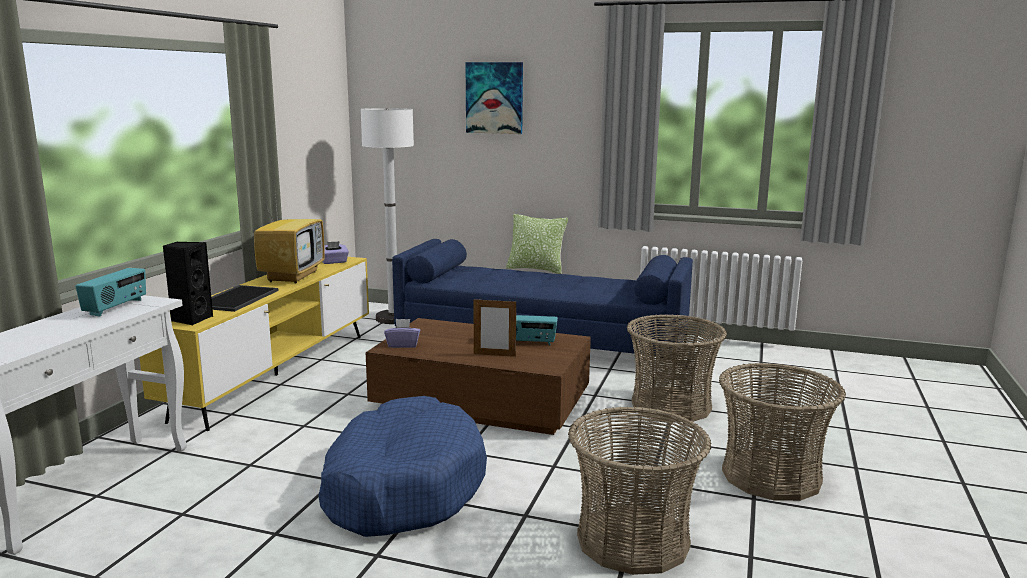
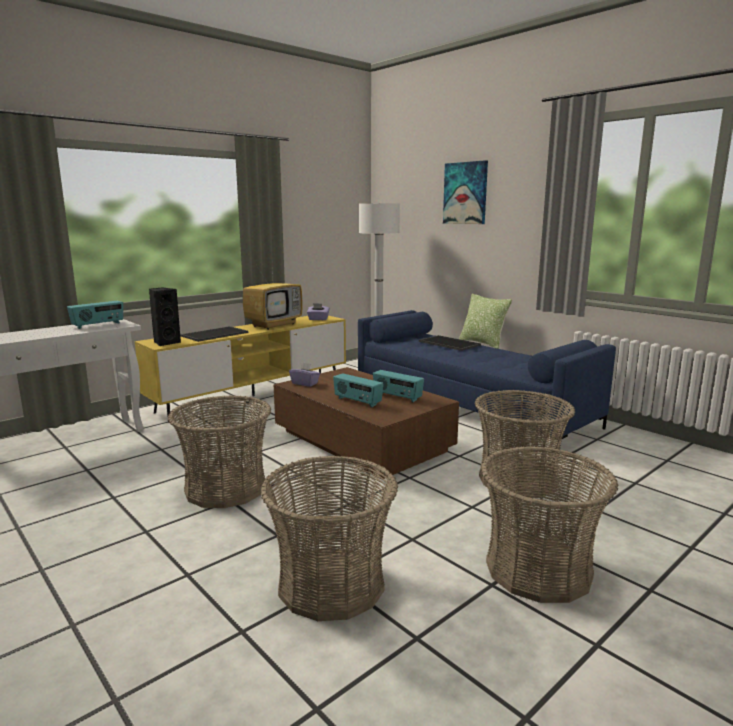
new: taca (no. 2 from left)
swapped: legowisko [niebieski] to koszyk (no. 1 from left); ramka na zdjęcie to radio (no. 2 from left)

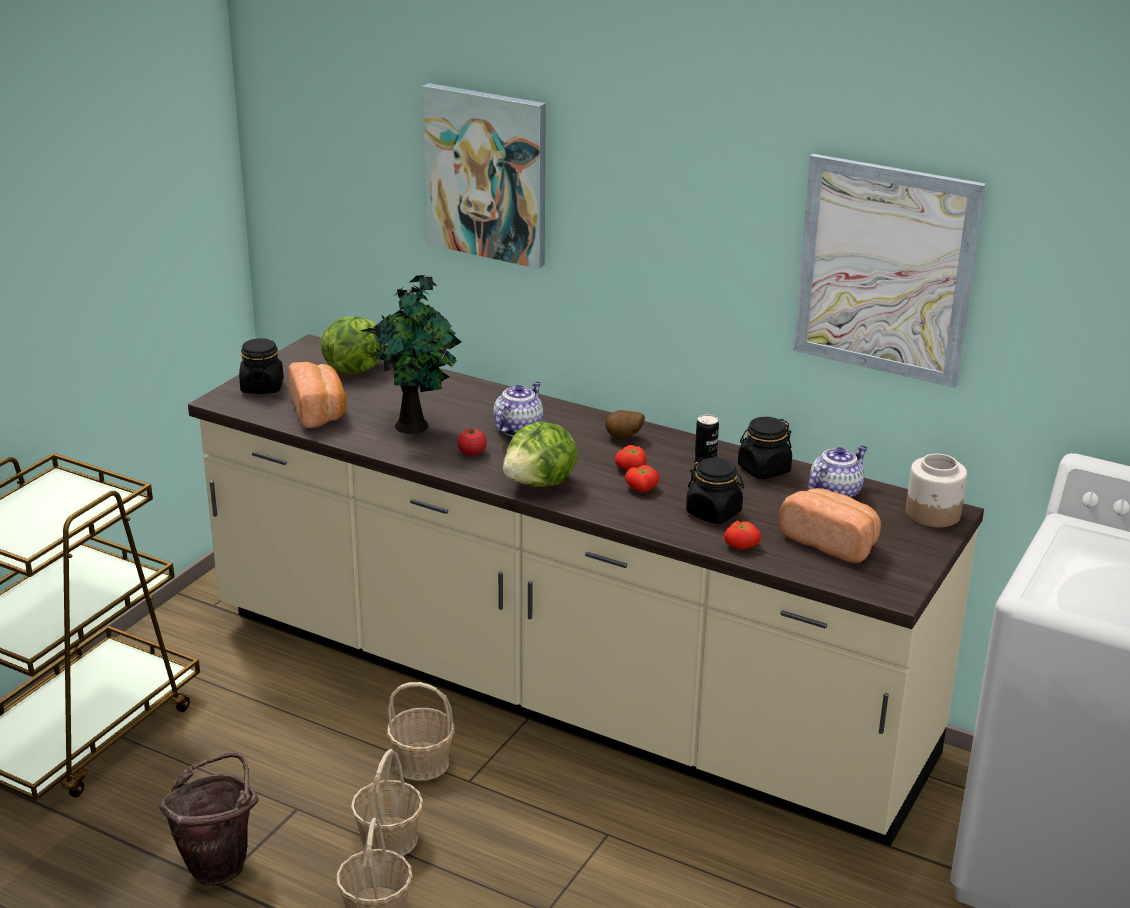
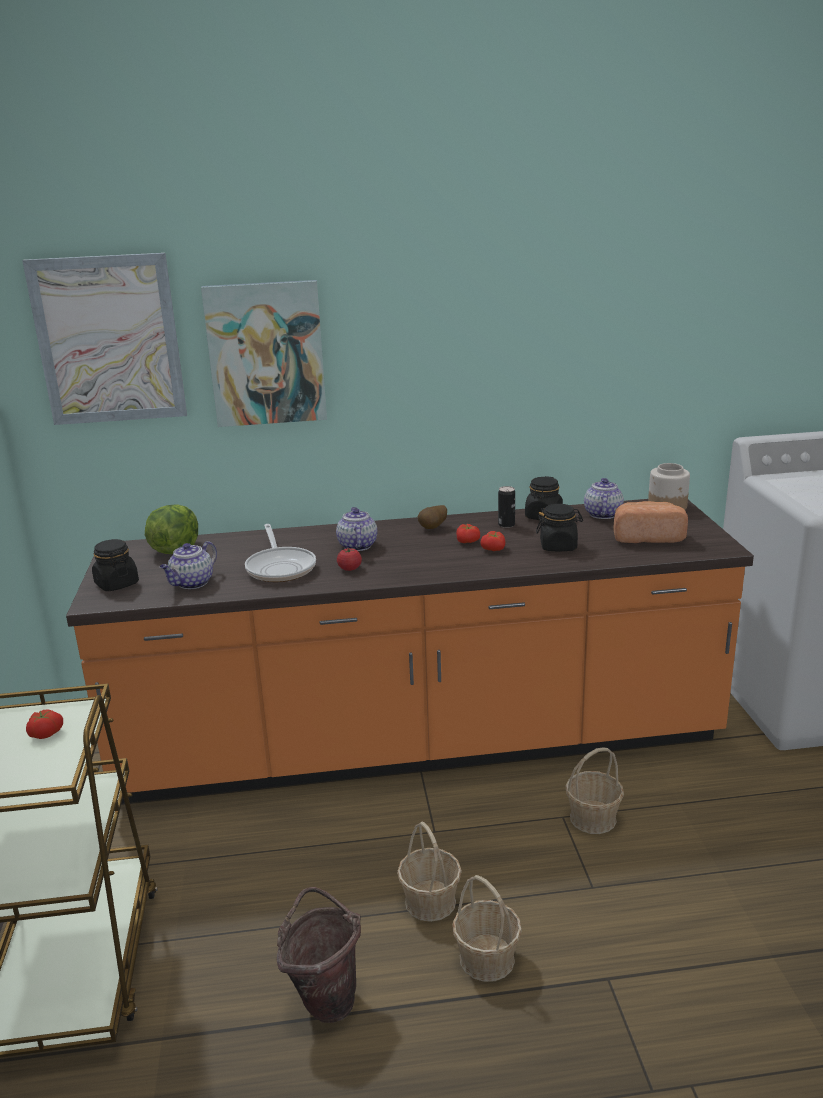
gone: sałata (no. 2 from left)
shifted: koszyk (no. 3 from left); pomidor (no. 4 from left in the first image) to pomidor (no. 1 from left); obraz (no. 2 from left in the first image) to obraz (no. 1 from left)
swapped: chleb (no. 1 from left) to imbryk (no. 1 from left); roślina doniczkowa to patelnia
repainted: zabudowa kuchenna [beżowy] to zabudowa kuchenna [pomarańczowy]

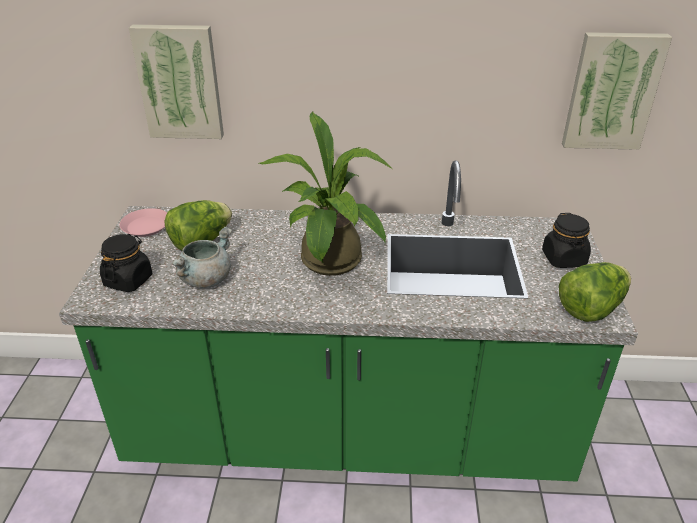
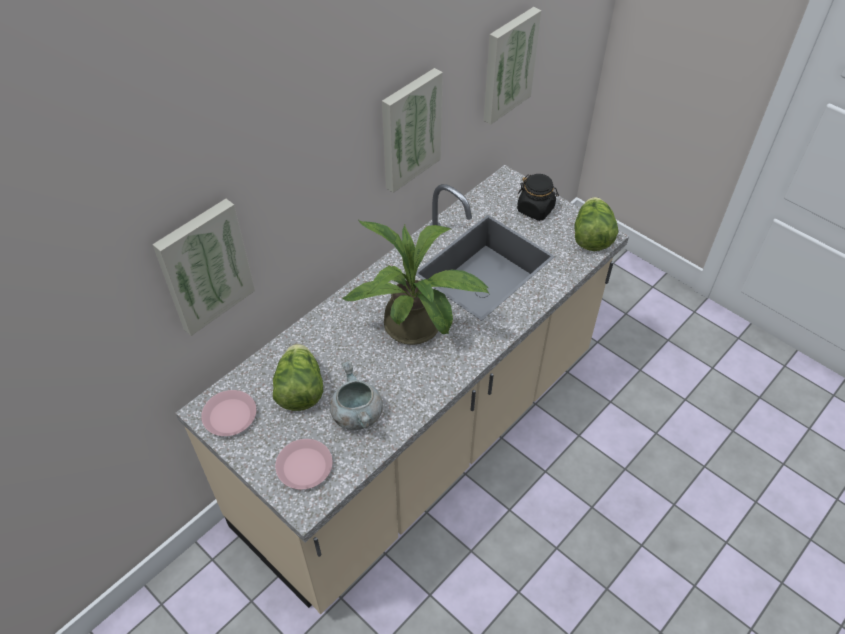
new: obraz (no. 2 from left)
swapped: słoik [czarny] (no. 1 from left) to talerz [różowy] (no. 2 from left)
repainted: zabudowa kuchenna [zielony] to zabudowa kuchenna [beżowy]

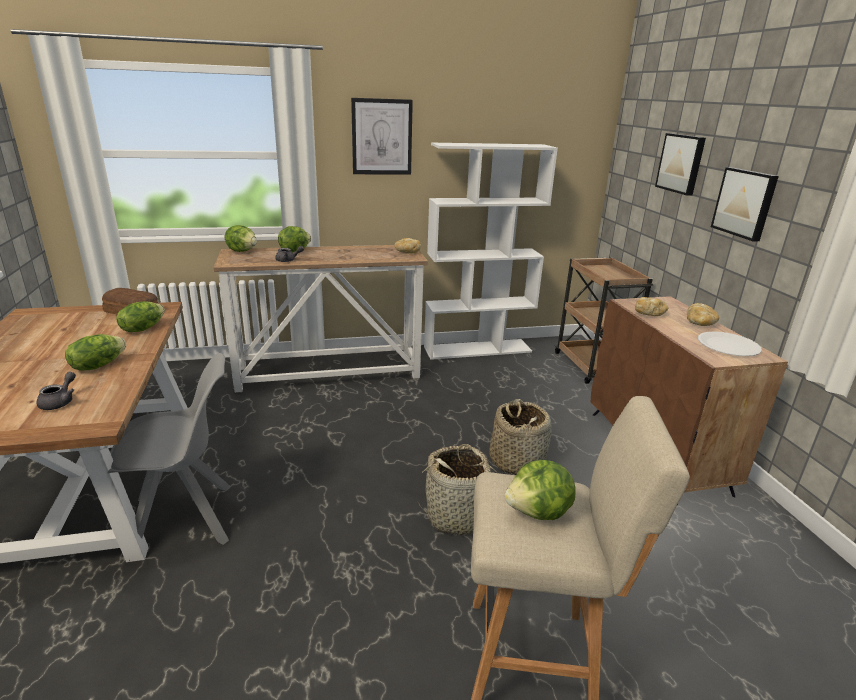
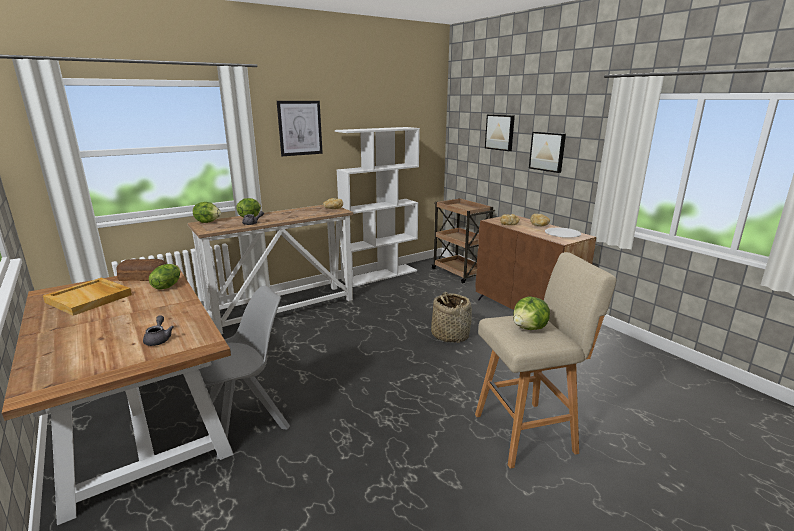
gone: sałata (no. 1 from left); koszyk (no. 1 from left)
new: taca [beżowy]

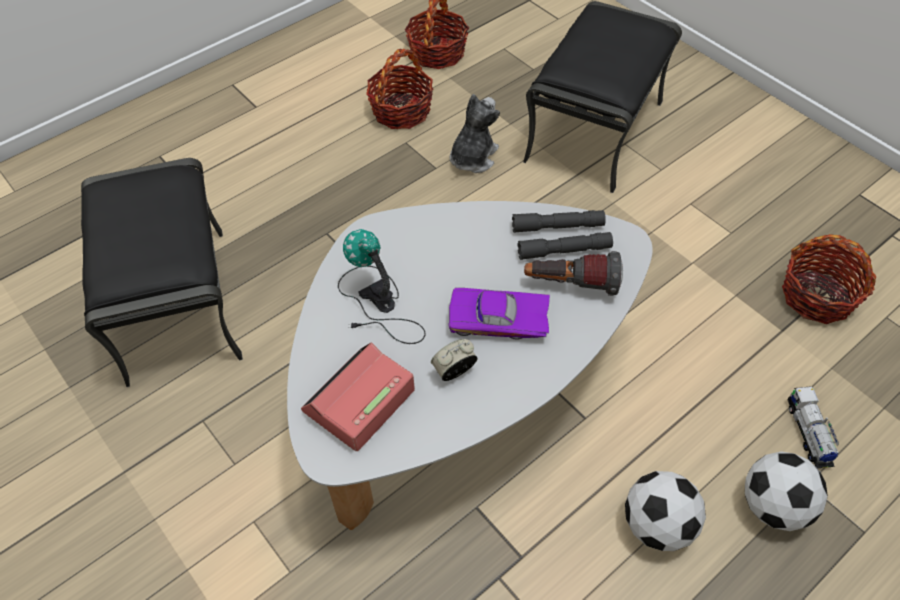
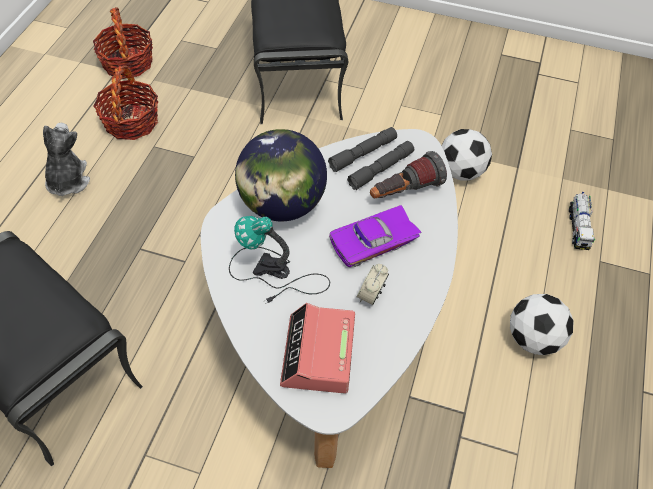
gone: koszyk (no. 3 from left)
new: globus
shifted: pluszak; piłka futbolowa (no. 2 from left in the first image) to piłka futbolowa (no. 1 from left)
rotated: ciężarówka zabawkowa 135 degrees counterclockwise

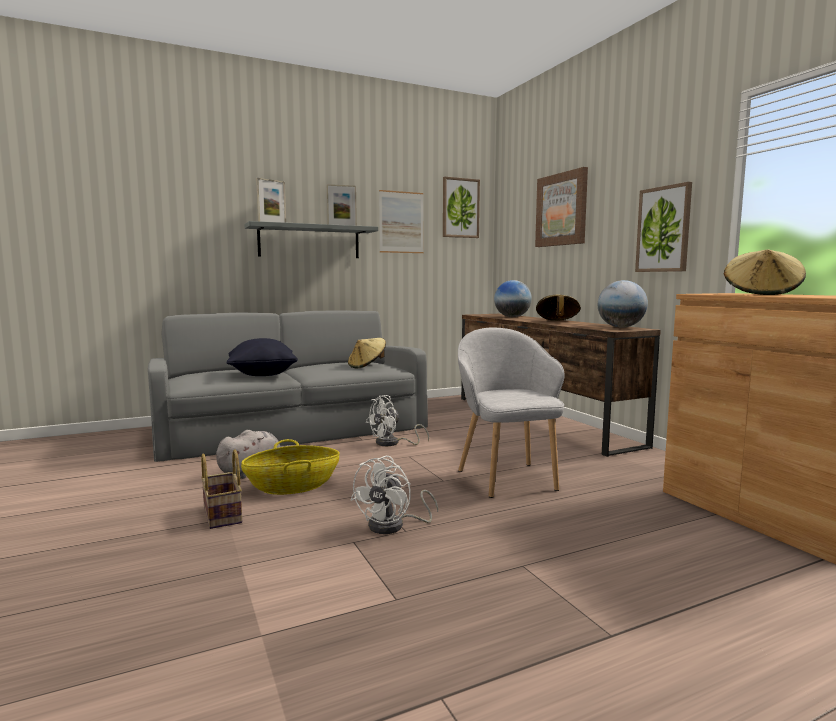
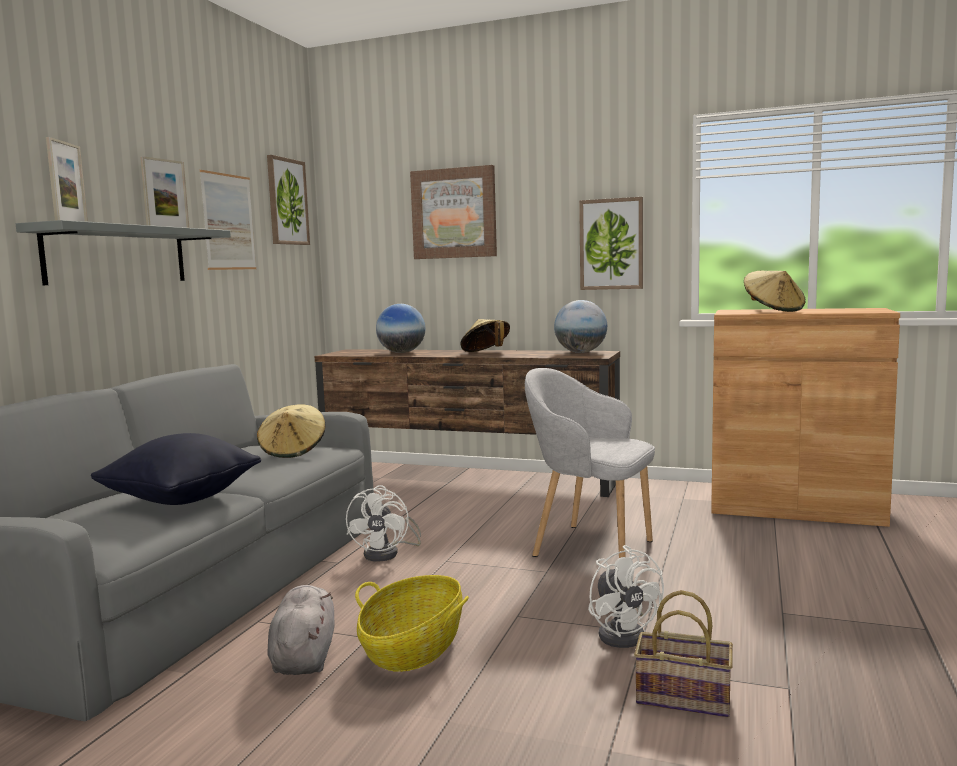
shifted: koszyk (no. 1 from left in the first image) to koszyk (no. 2 from left)

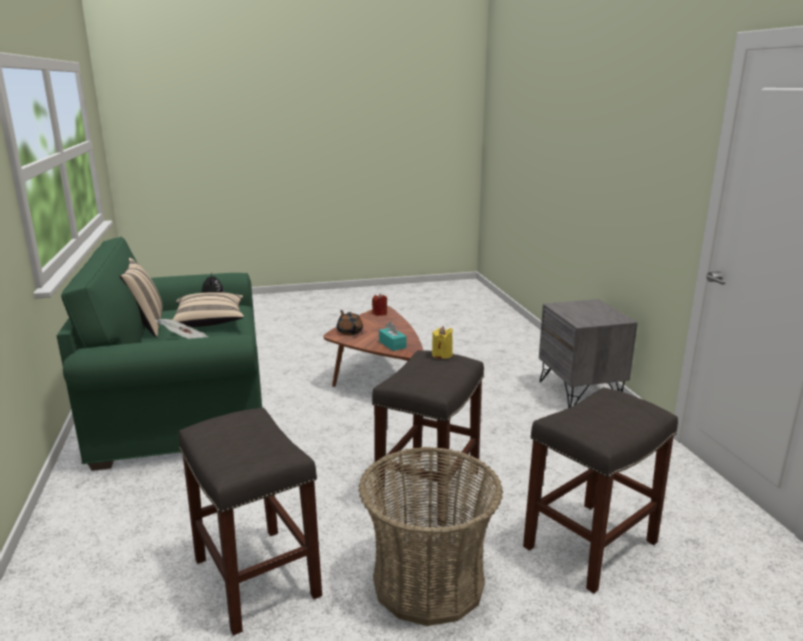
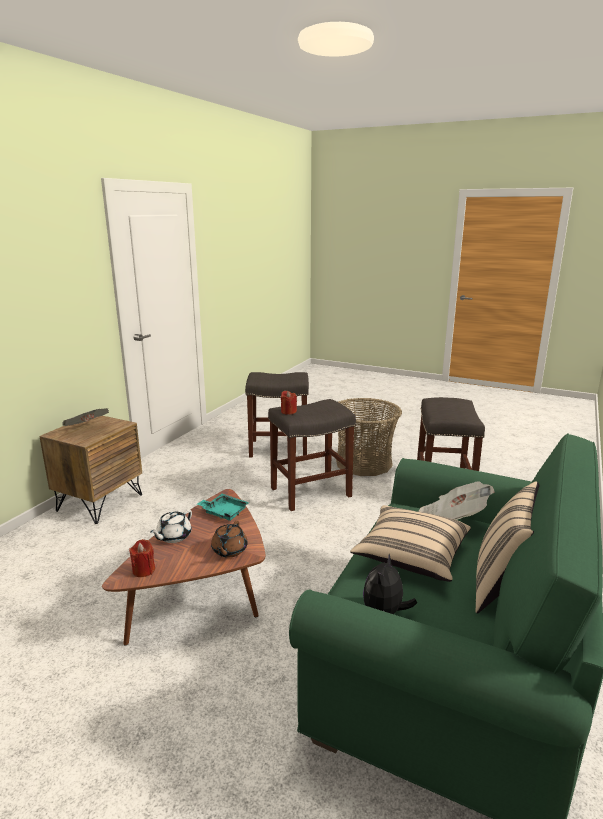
new: gazeta (no. 1 from left); imbryk [biały]
swapped: pudełko chusteczek [turkusowy] to taca [turkusowy]
repainted: świeca [żółty] to świeca [czerwony] (no. 2 from left); szafka nocna [szary] to szafka nocna [brązowy]

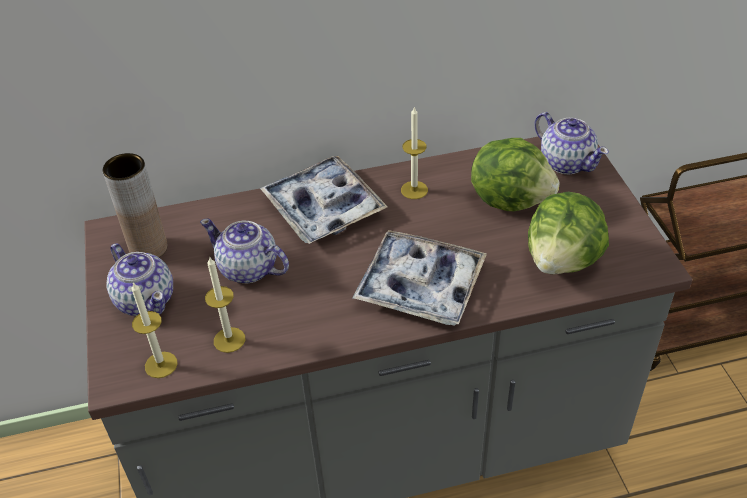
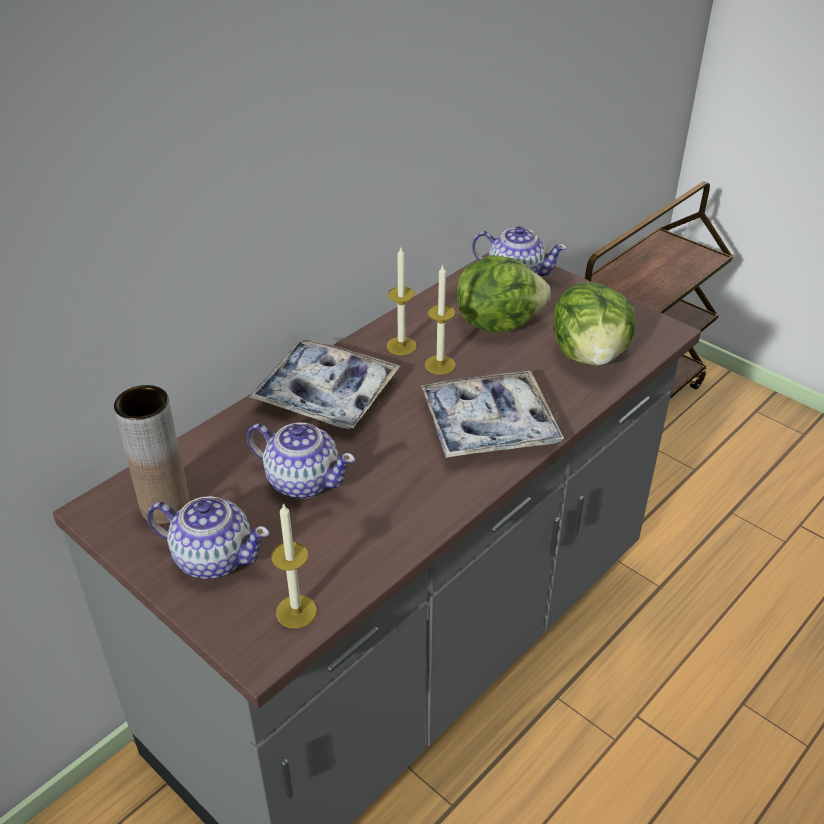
shifted: świeca (no. 2 from left in the first image) to świeca (no. 3 from left)
rotated: imbryk (no. 2 from left) 150 degrees counterclockwise

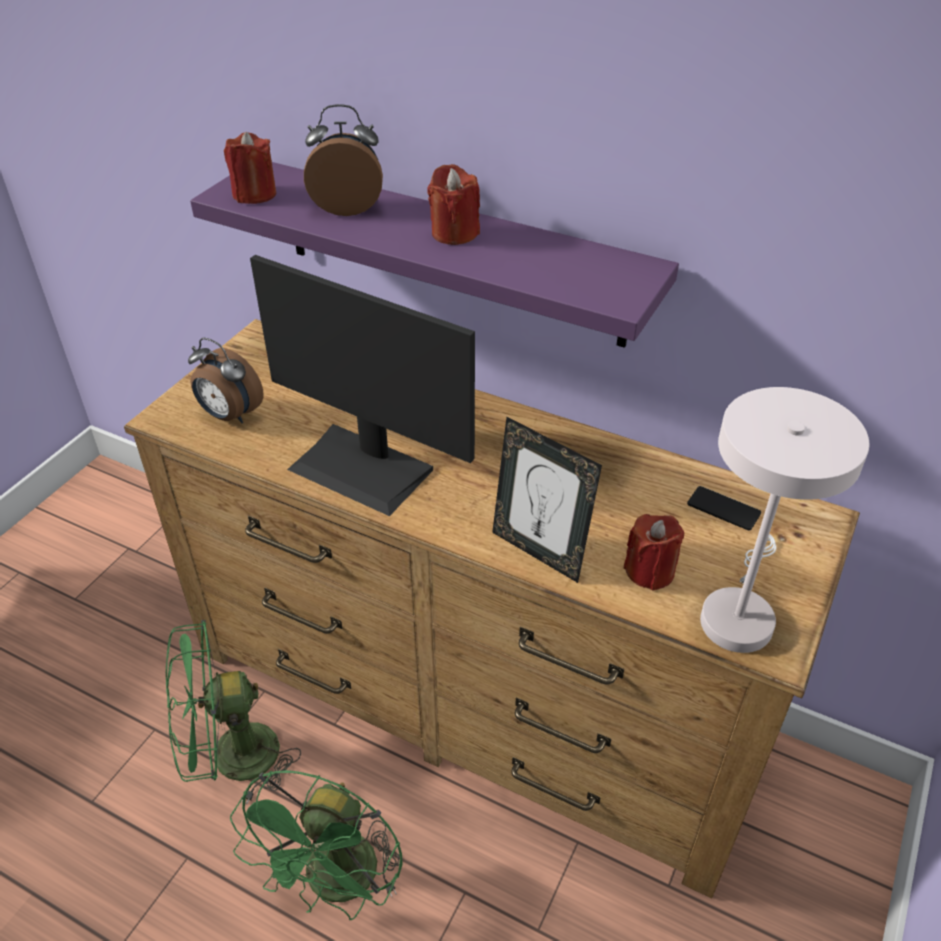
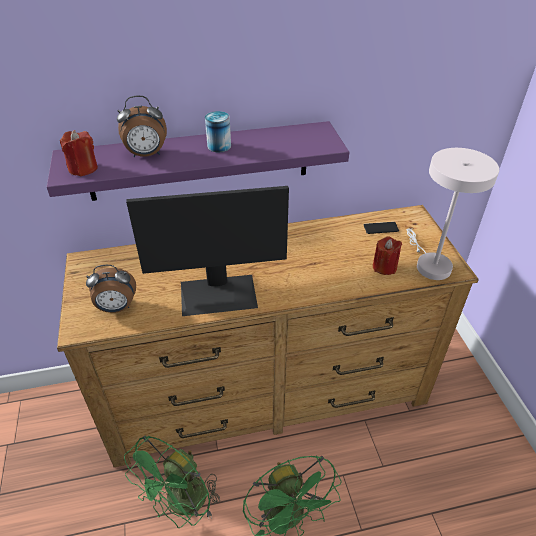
gone: ramka na zdjęcie
swapped: świeca [czerwony] (no. 2 from left) to puszka
rotated: budzik (no. 2 from left) 150 degrees counterclockwise

